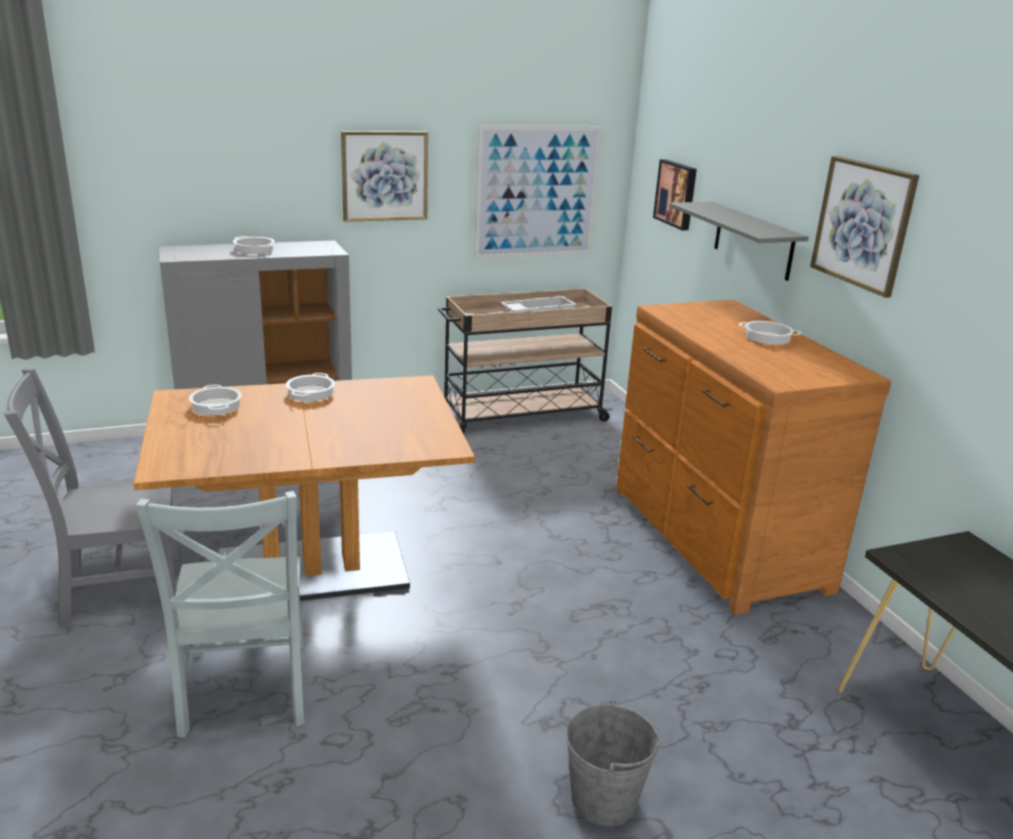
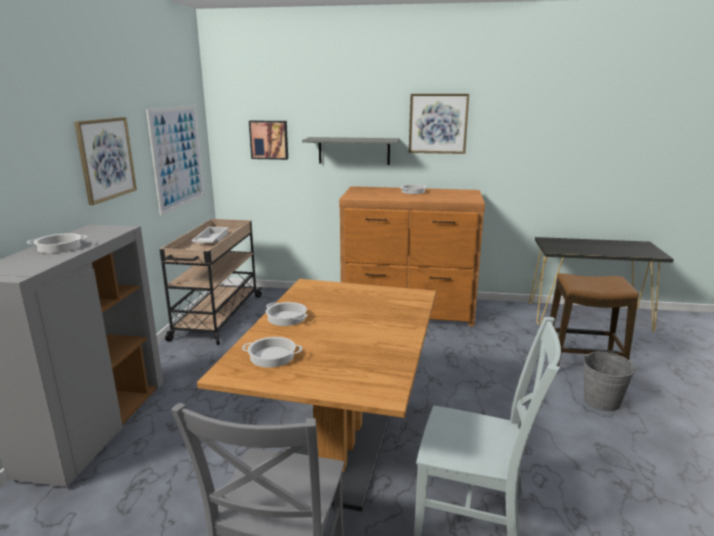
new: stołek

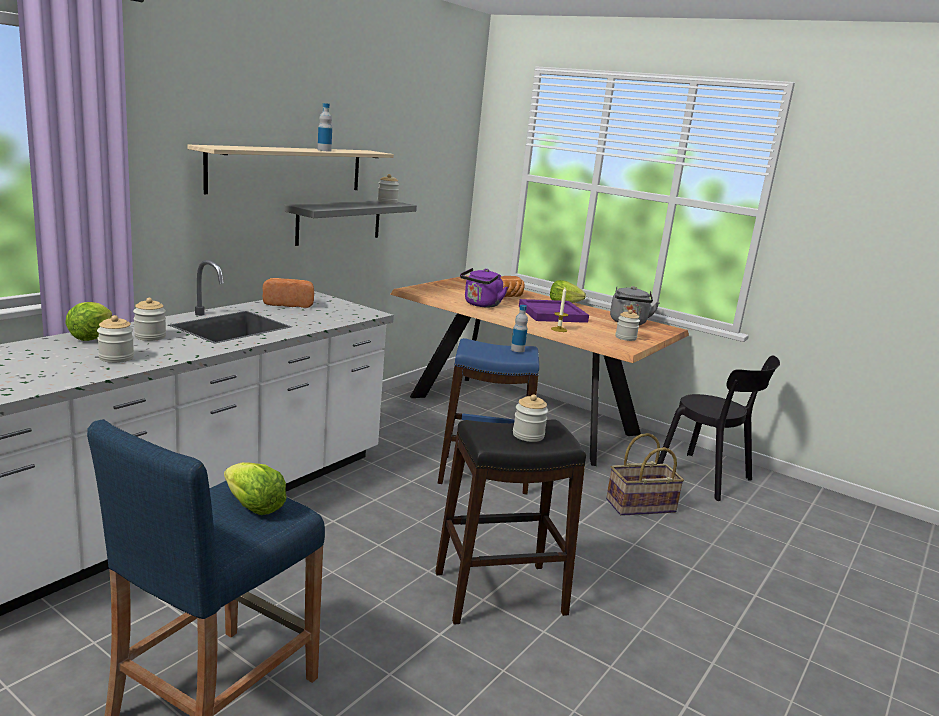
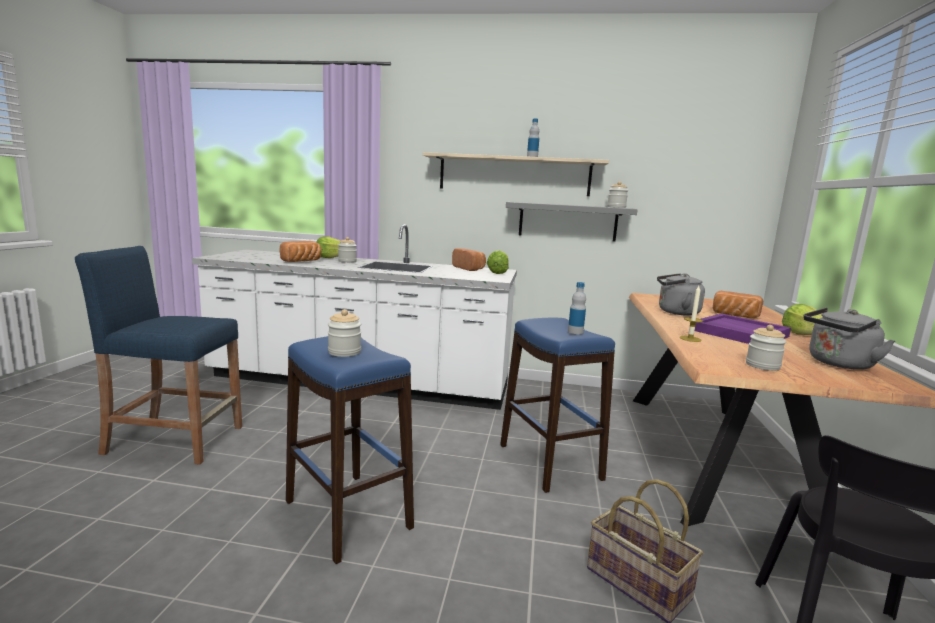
shifted: sałata (no. 2 from left)
swapped: słoik (no. 1 from left) to chleb (no. 1 from left)
repainted: stołek [czarny] to stołek [niebieski] (no. 2 from left); czajnik [fioletowy] to czajnik [szary] (no. 1 from left)

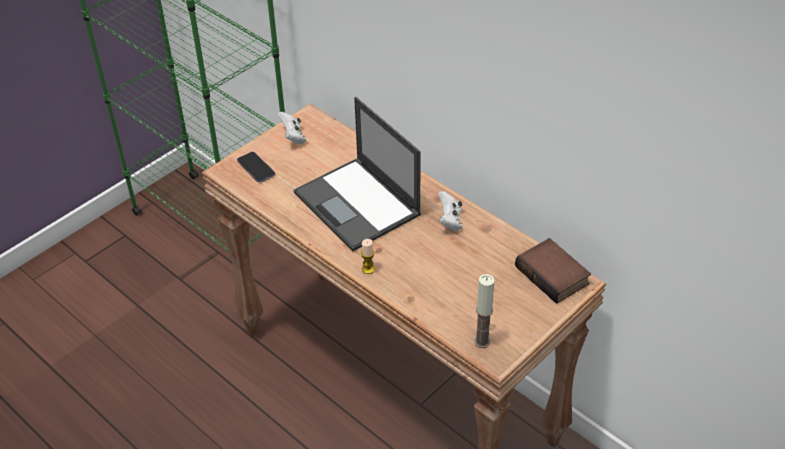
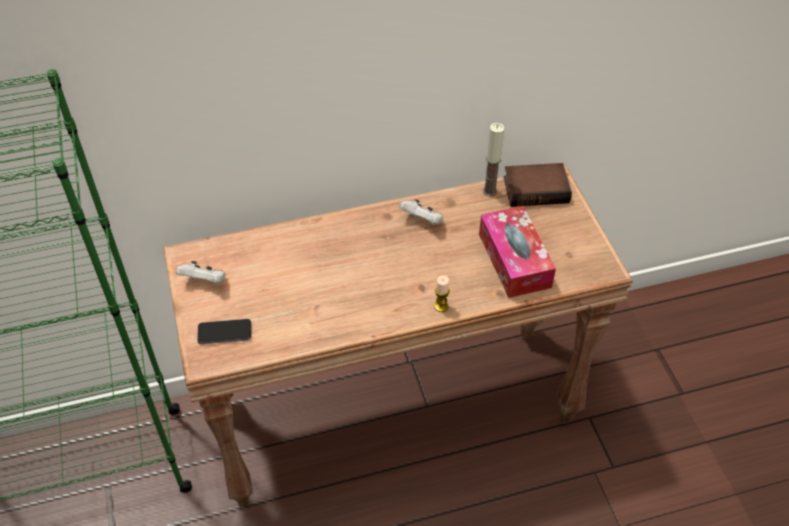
gone: laptop
new: pudełko chusteczek
shifted: świeca (no. 2 from left)

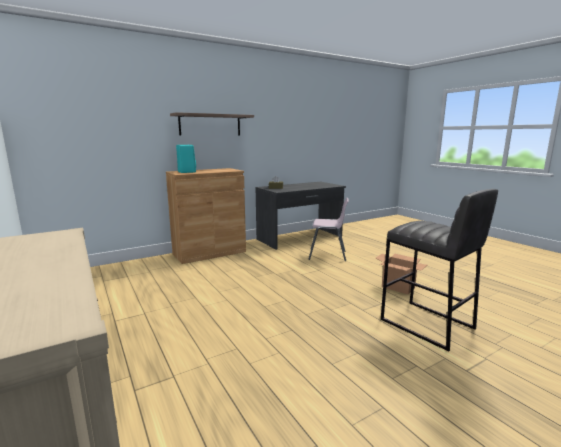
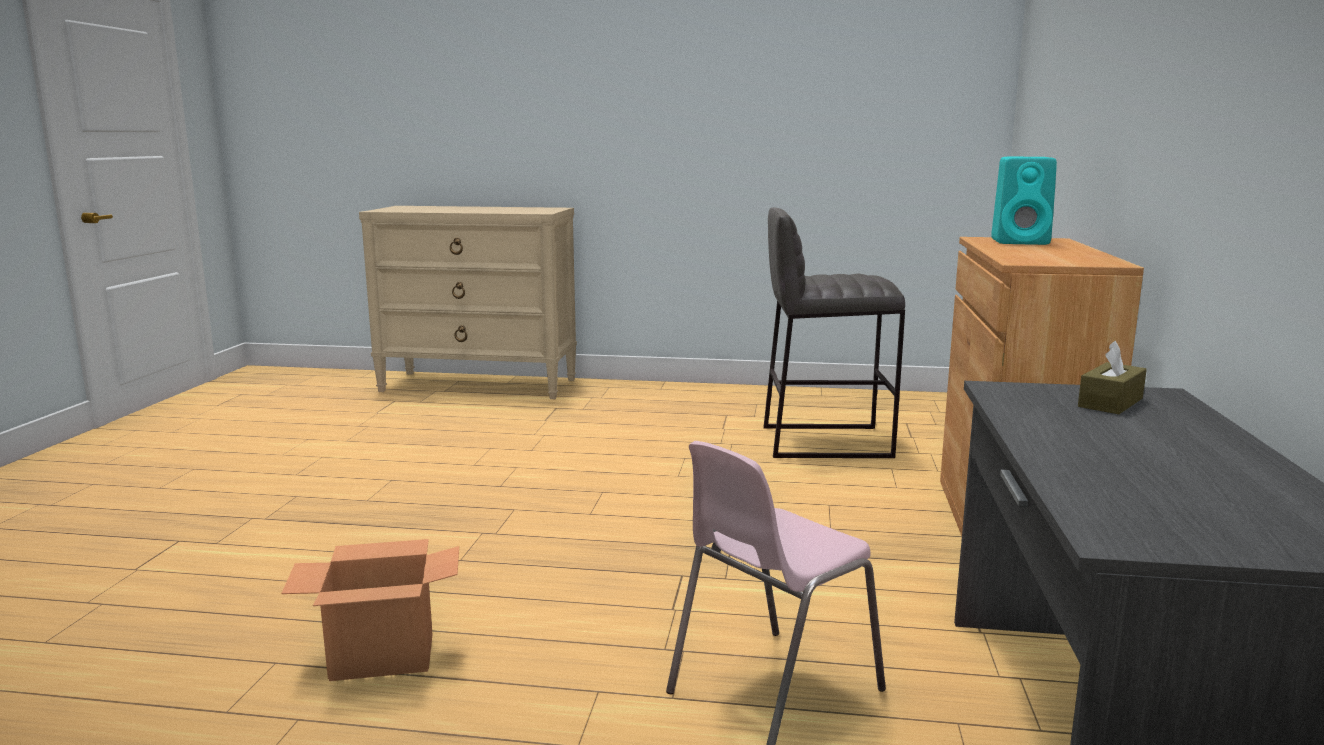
gone: półka
shifted: stołek [szary]

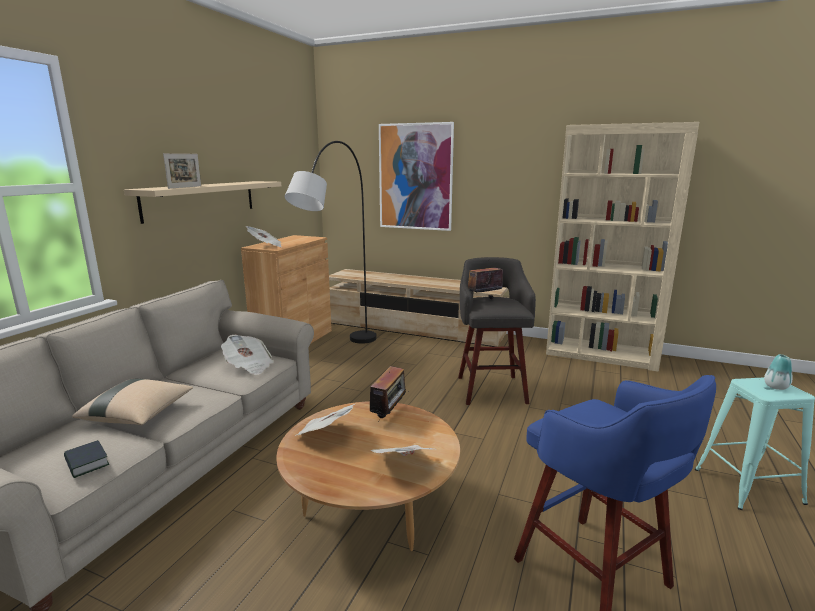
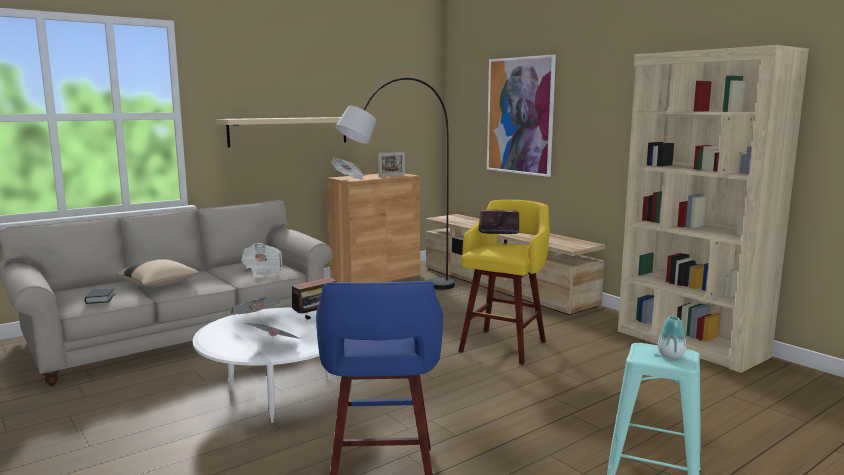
shifted: ramka na zdjęcie
repainted: ława [brązowy] to ława [biały]; stołek [szary] to stołek [żółty]

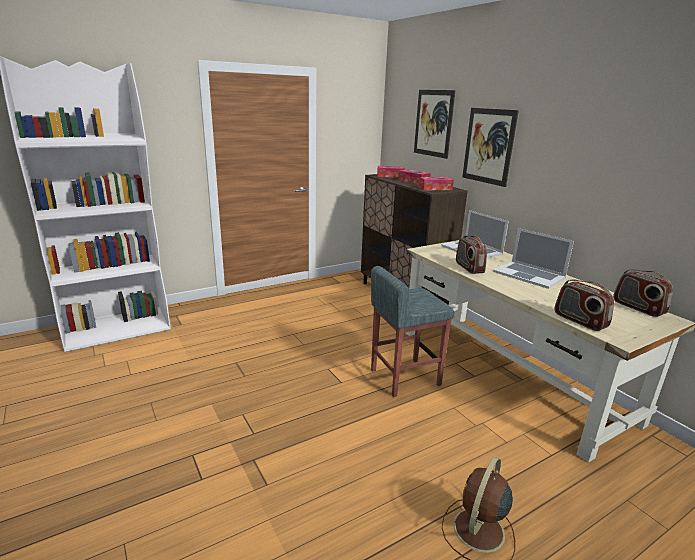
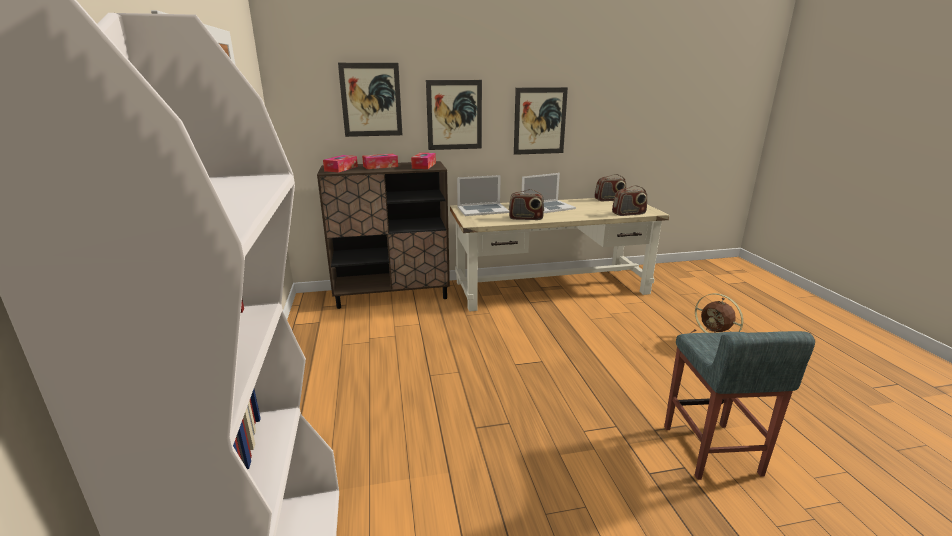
new: obraz (no. 3 from left)
shifted: stołek [szary]

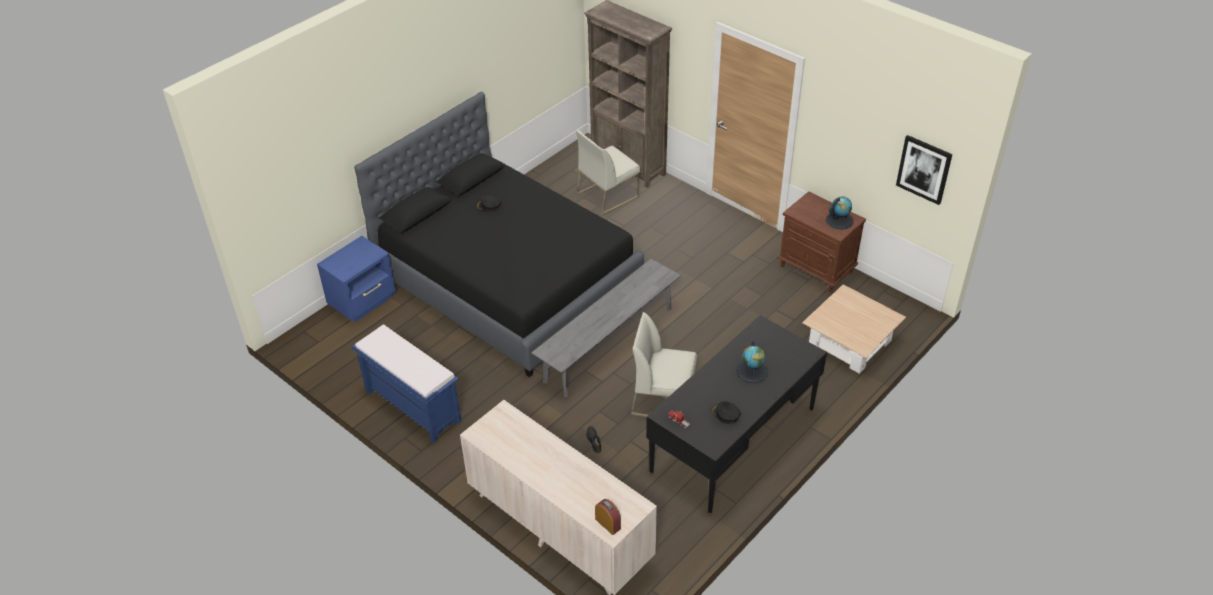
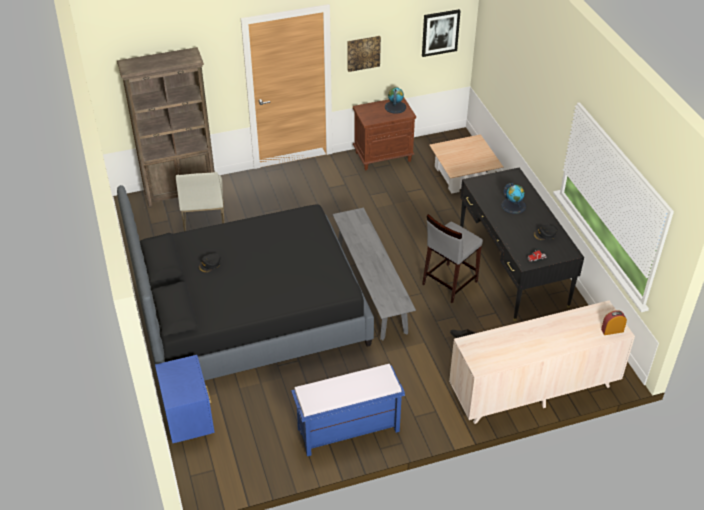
new: obraz (no. 1 from left)
swapped: krzesło [biały] (no. 2 from left) to stołek [szary]

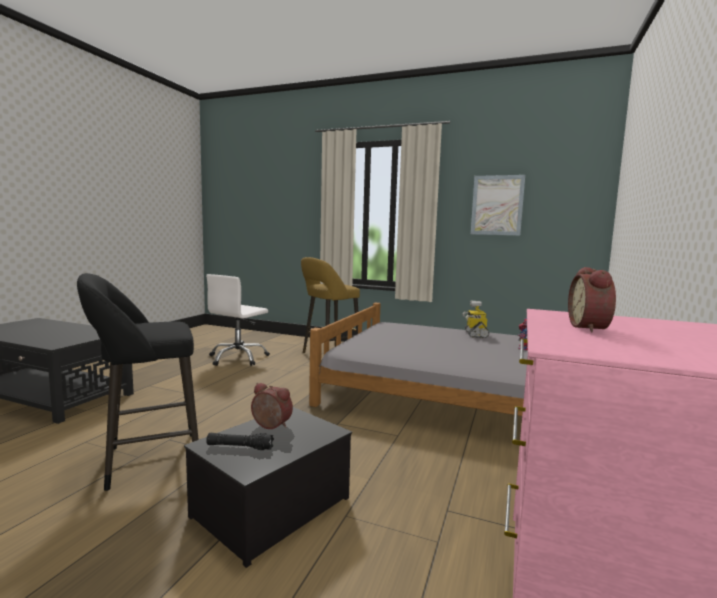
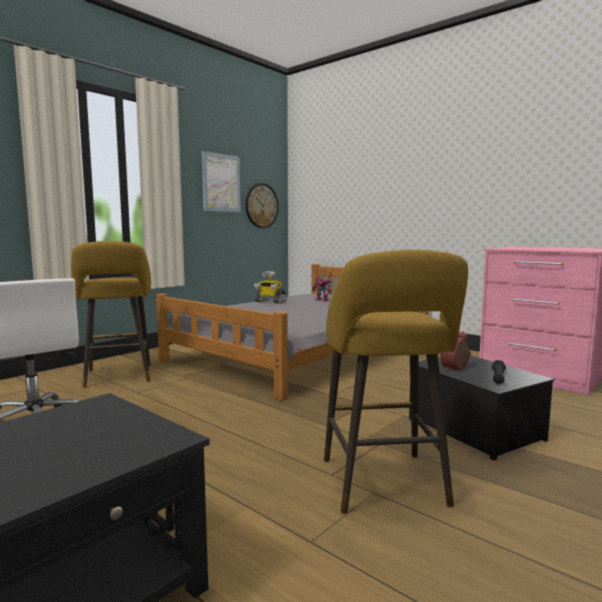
gone: budzik (no. 2 from left)
new: zegar ścienny
repainted: stołek [czarny] to stołek [żółty] (no. 2 from left)

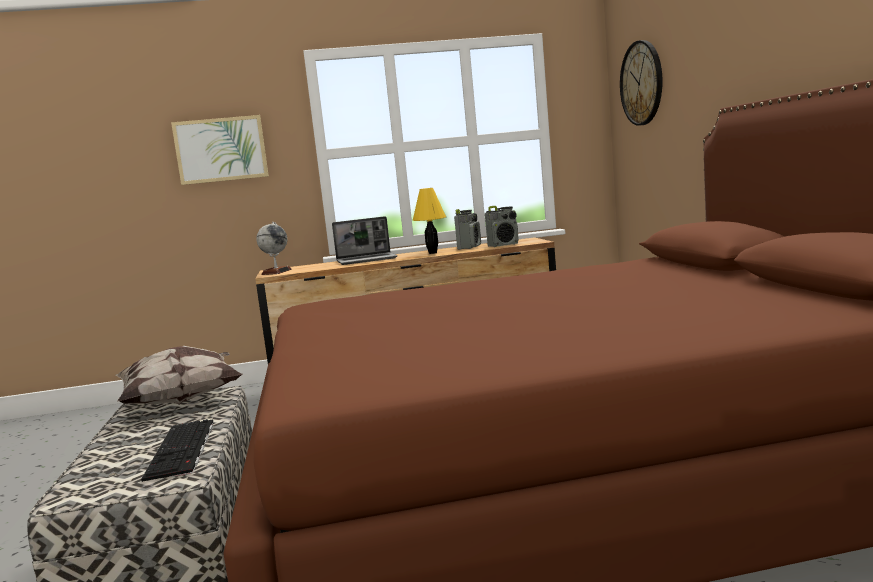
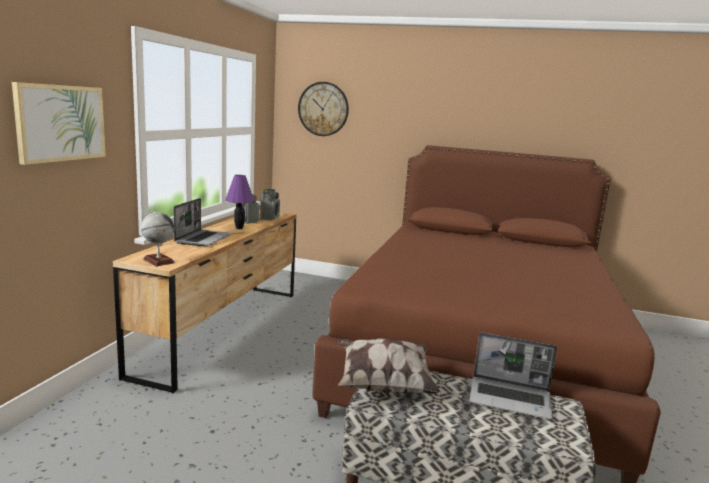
swapped: klawiatura to laptop (no. 2 from left)
repainted: lampa stołowa [żółty] to lampa stołowa [fioletowy]

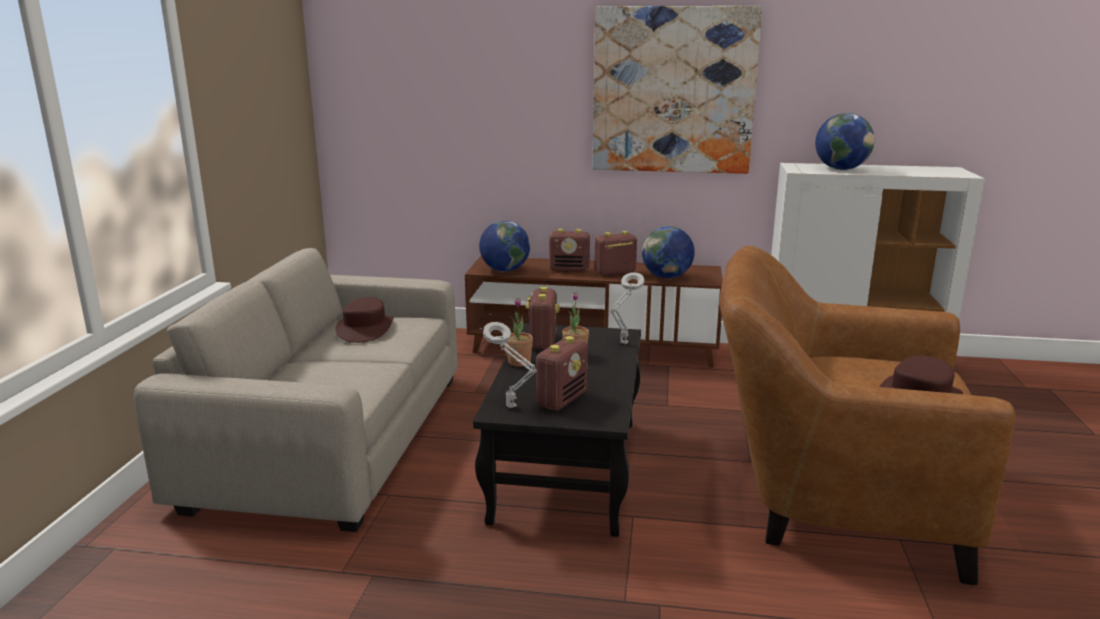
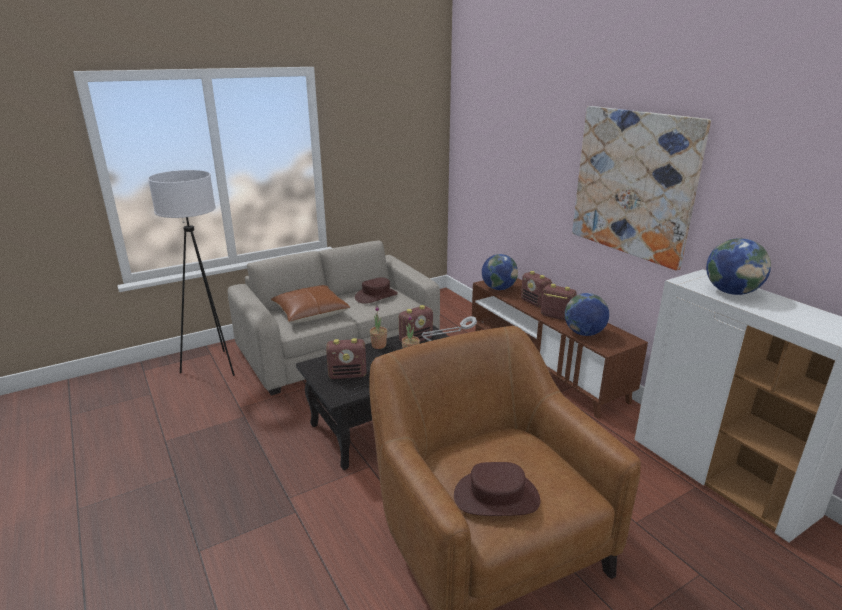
gone: lampa stołowa [szary] (no. 1 from left)
new: lampa stojąca [biały]; poduszka [brązowy]

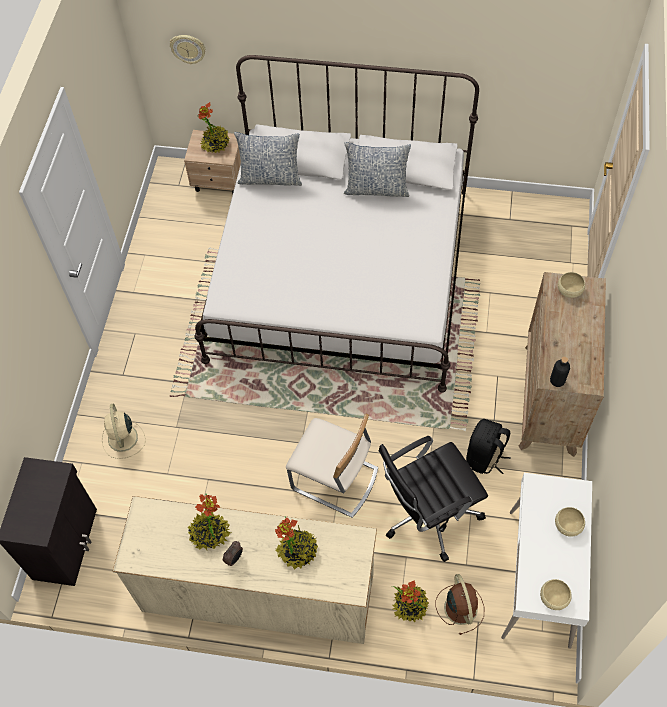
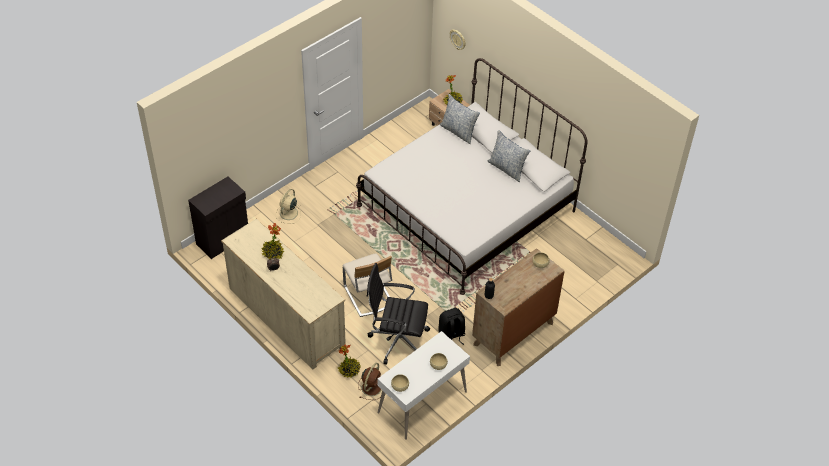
gone: roślina doniczkowa (no. 3 from left)

